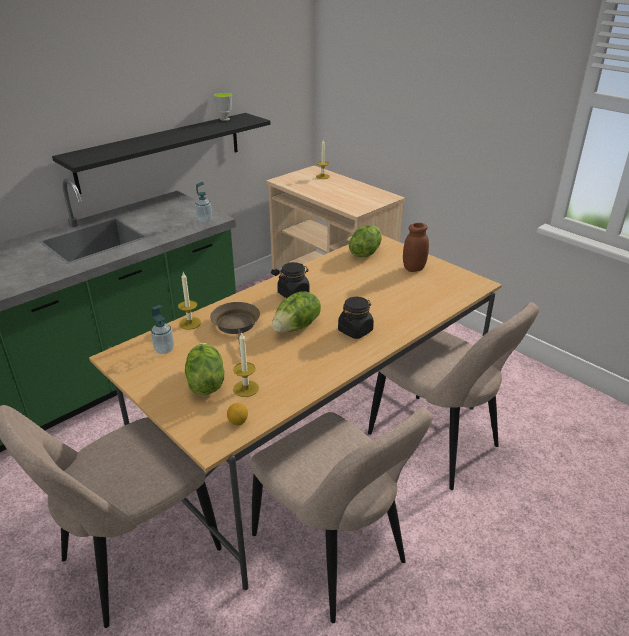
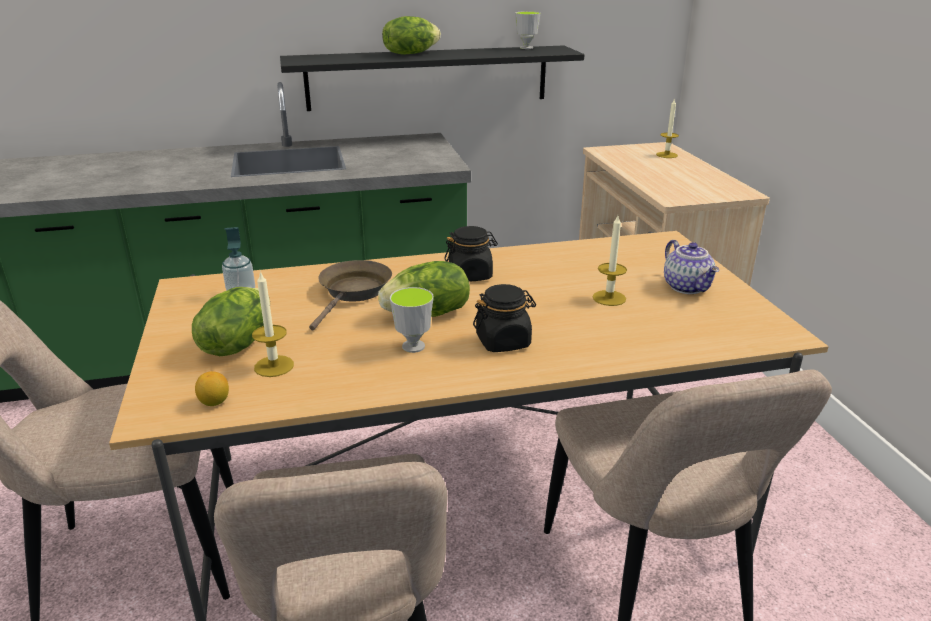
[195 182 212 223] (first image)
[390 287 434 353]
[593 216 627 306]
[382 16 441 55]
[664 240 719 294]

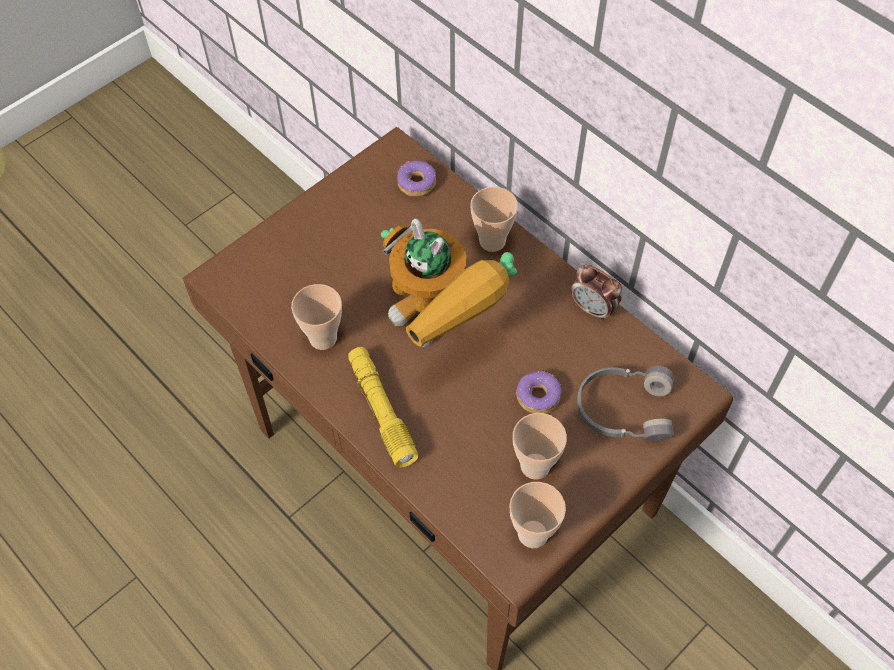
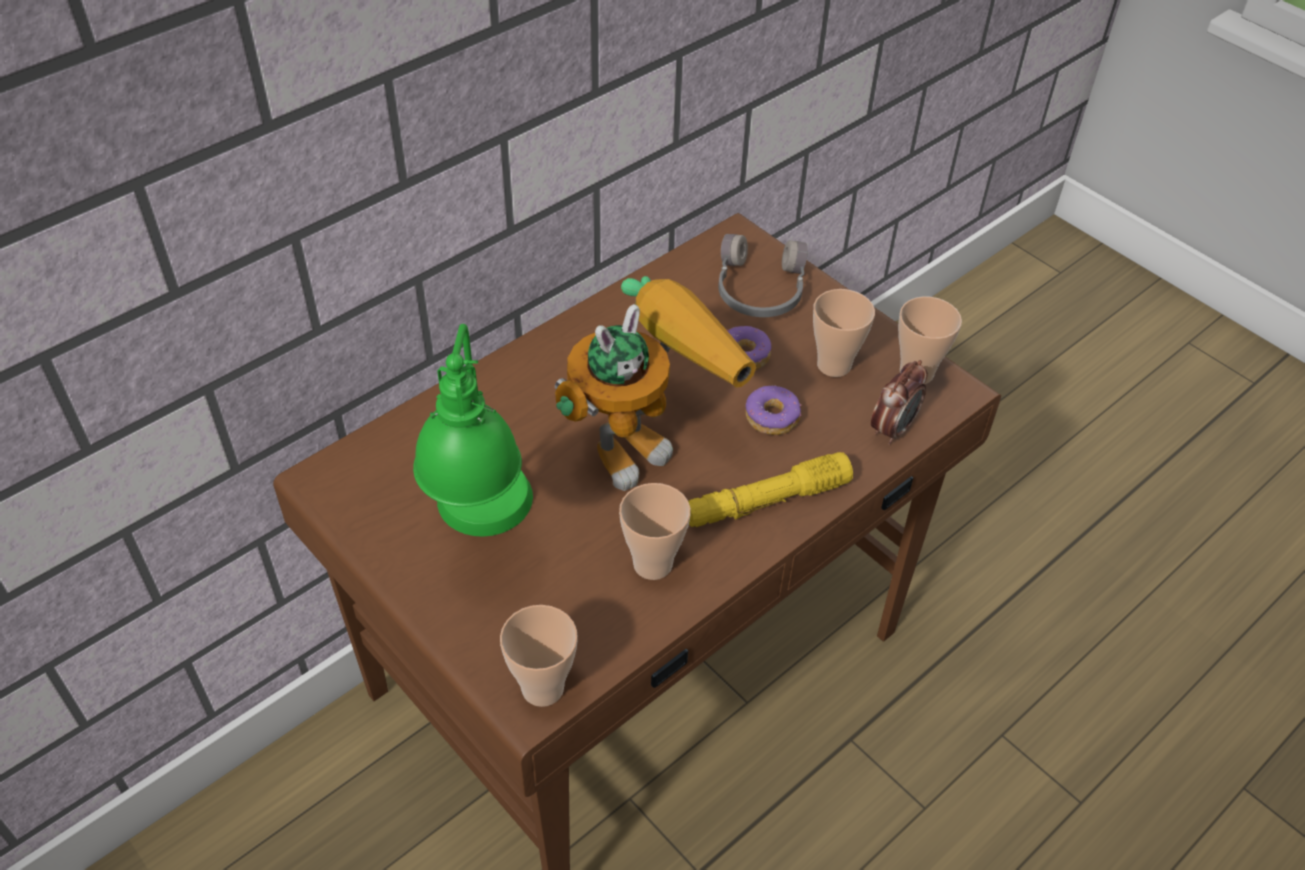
[413 324 533 537]
[745 386 801 435]
[500 605 578 707]
[871 360 927 445]

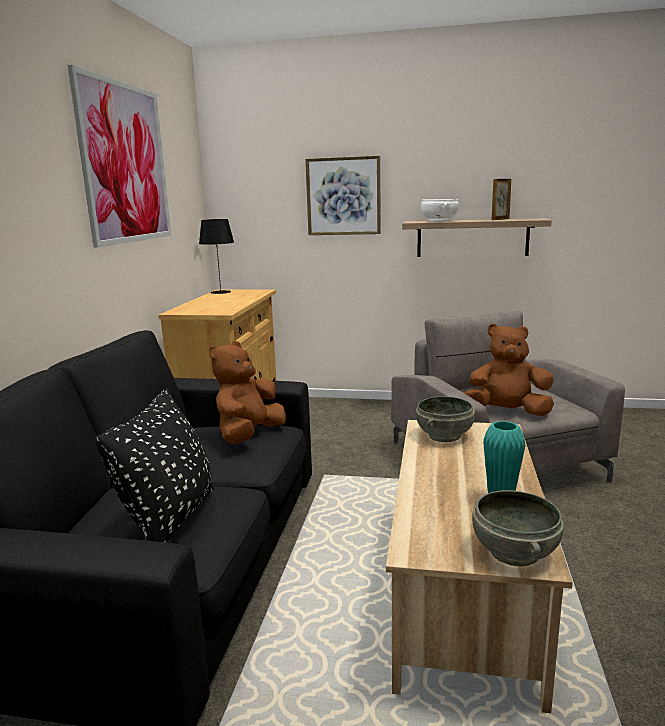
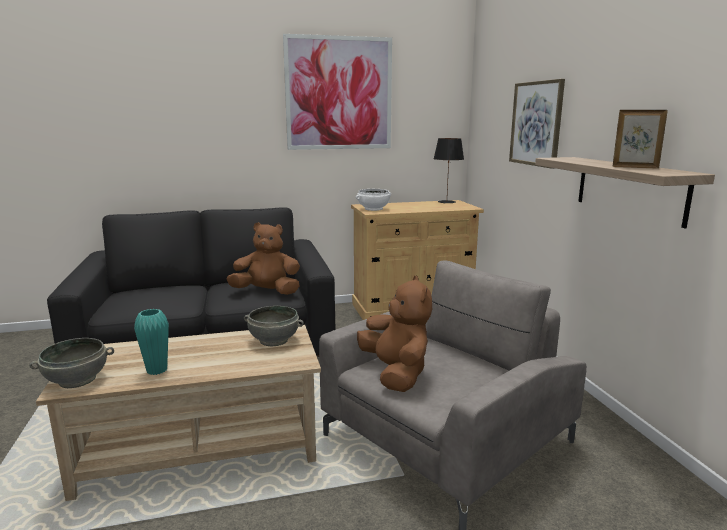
[95 389 214 543] (first image)
[356 189 391 211]

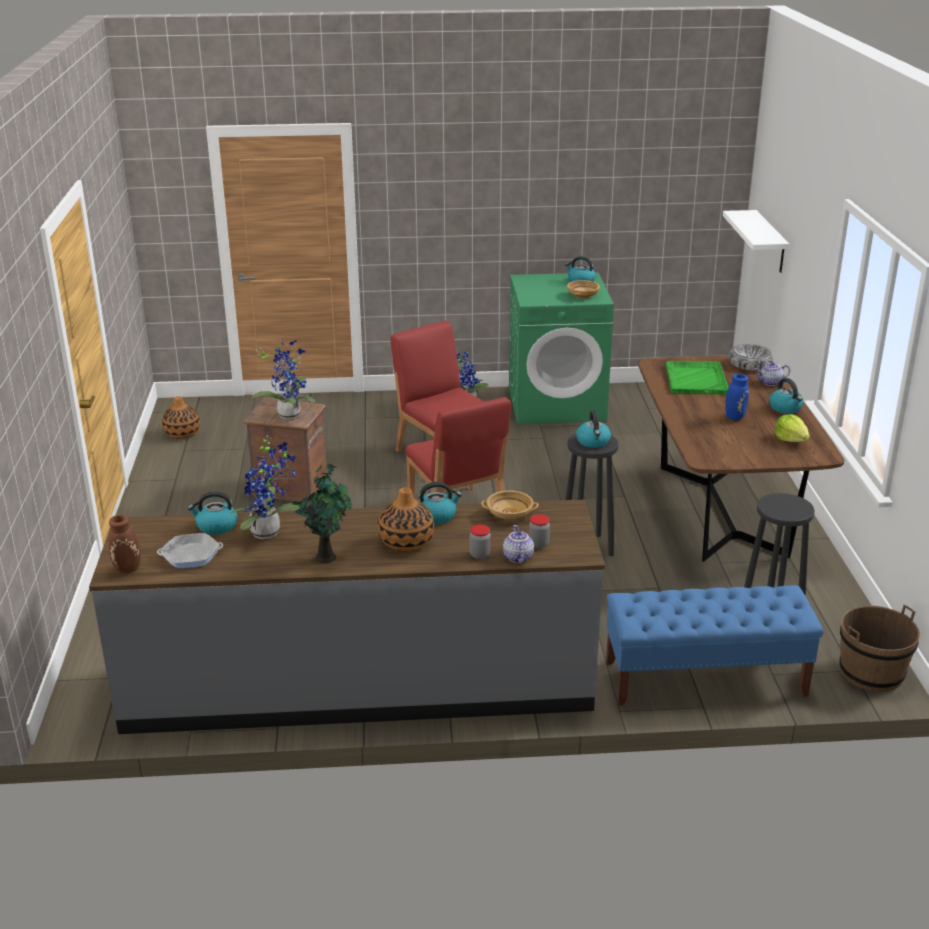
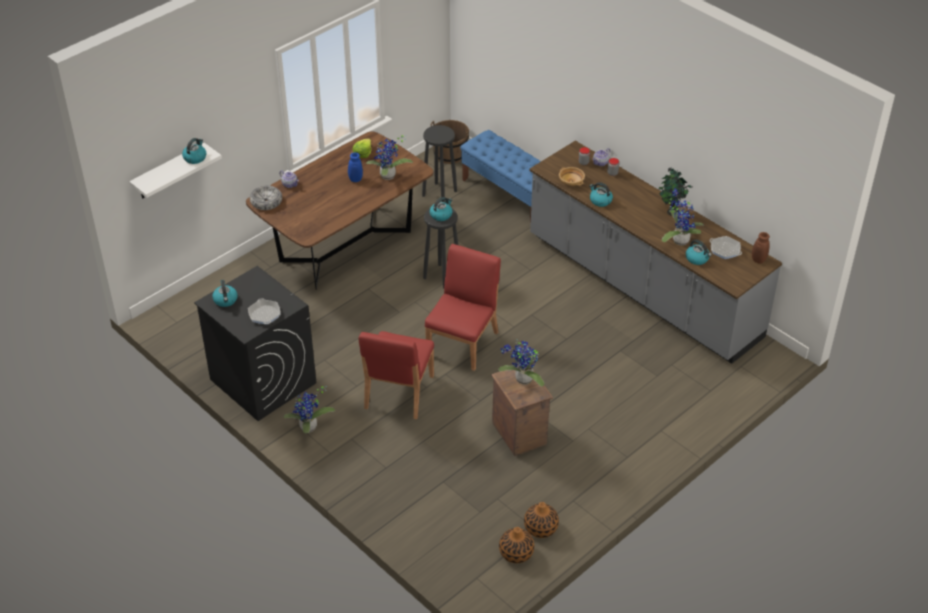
[567 280 600 299] (first image)
[665 361 728 395] (first image)
[248 298 281 324]
[366 135 413 180]
[524 502 559 538]
[182 138 206 164]
[194 266 316 421]

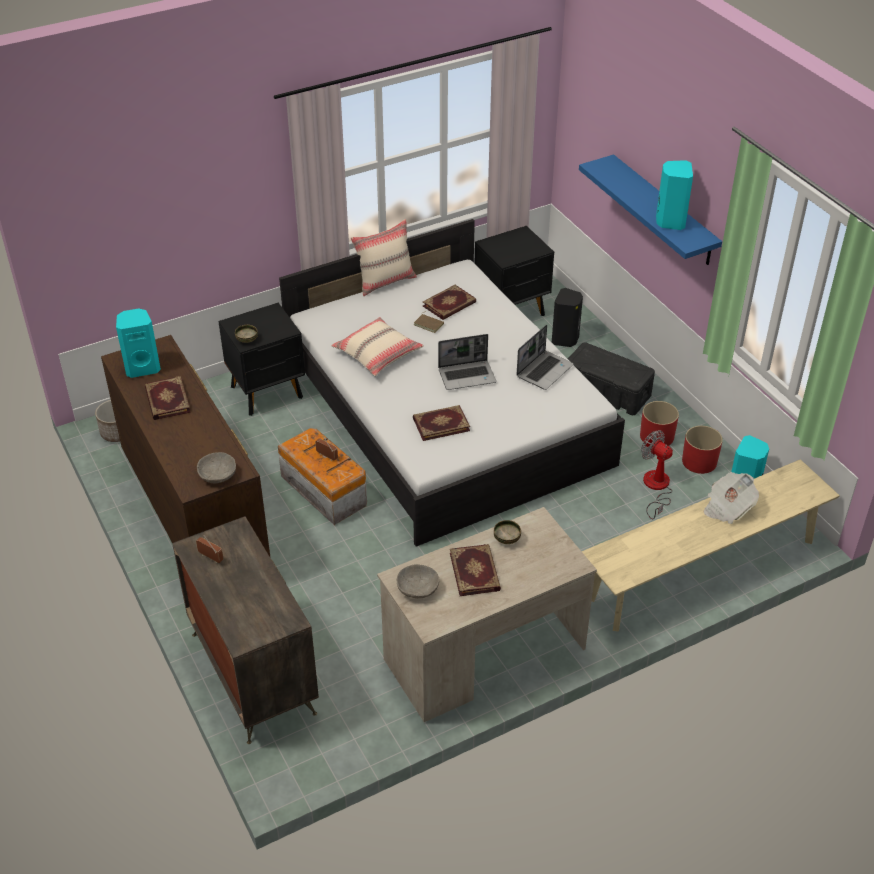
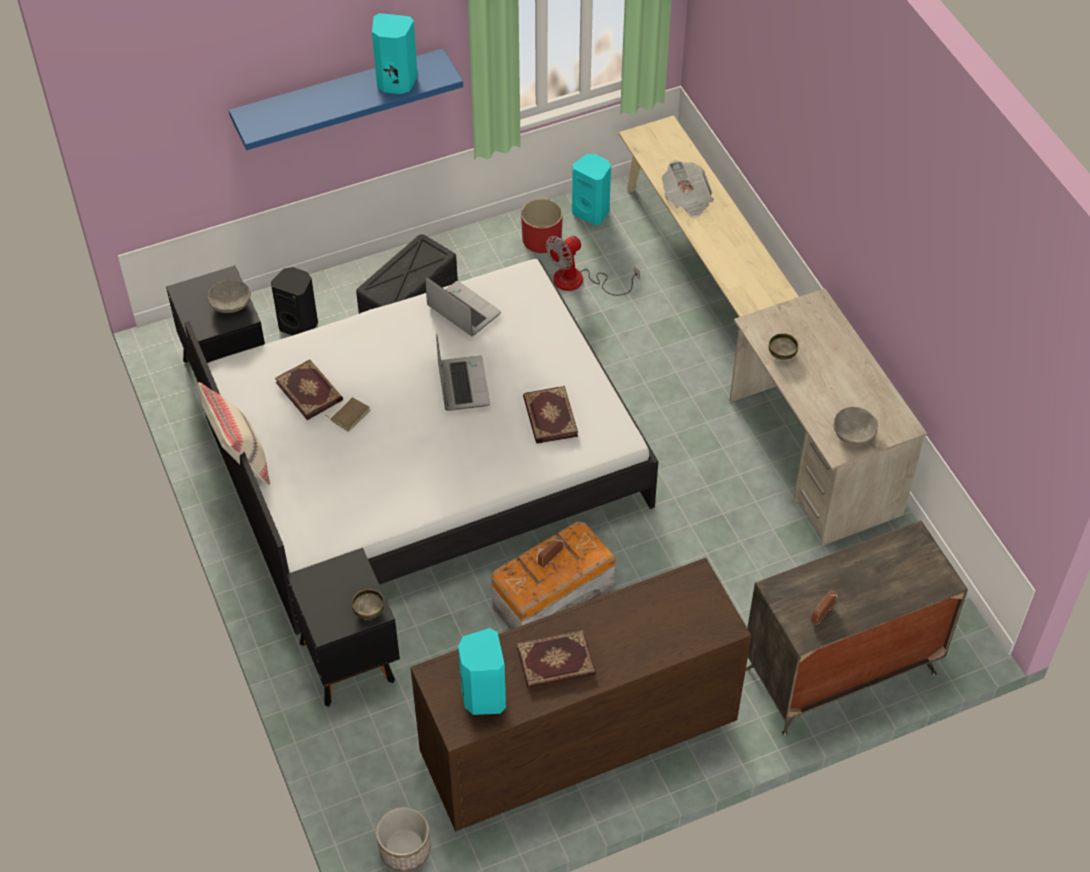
[331 317 424 376] (first image)
[450 544 501 596] (first image)
[640 401 679 446] (first image)
[208 280 251 313]

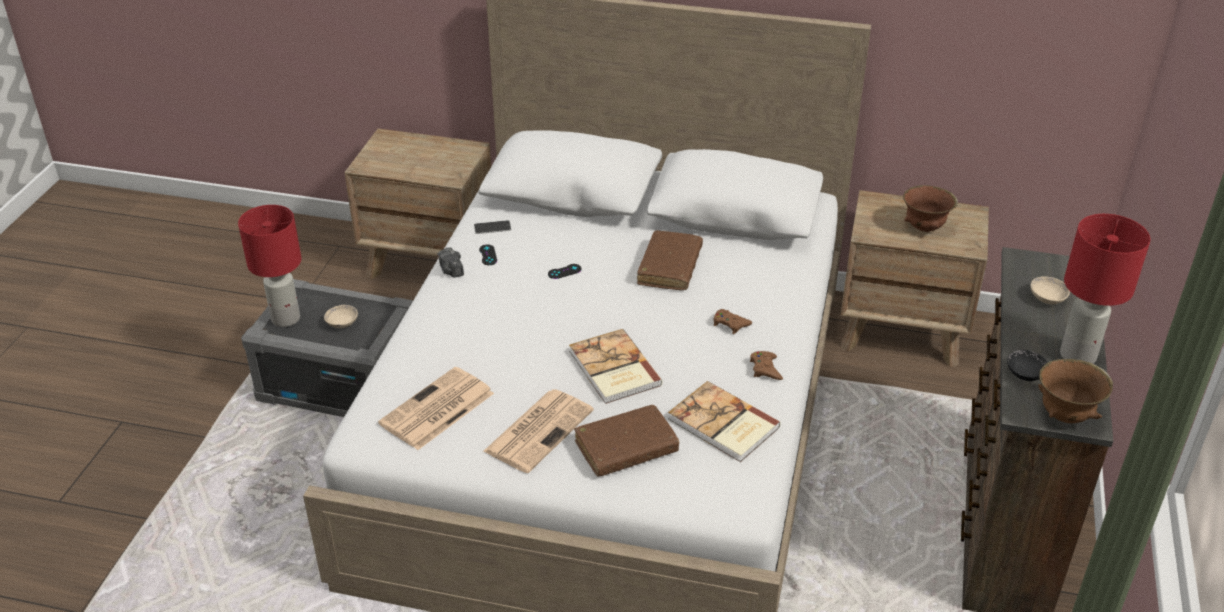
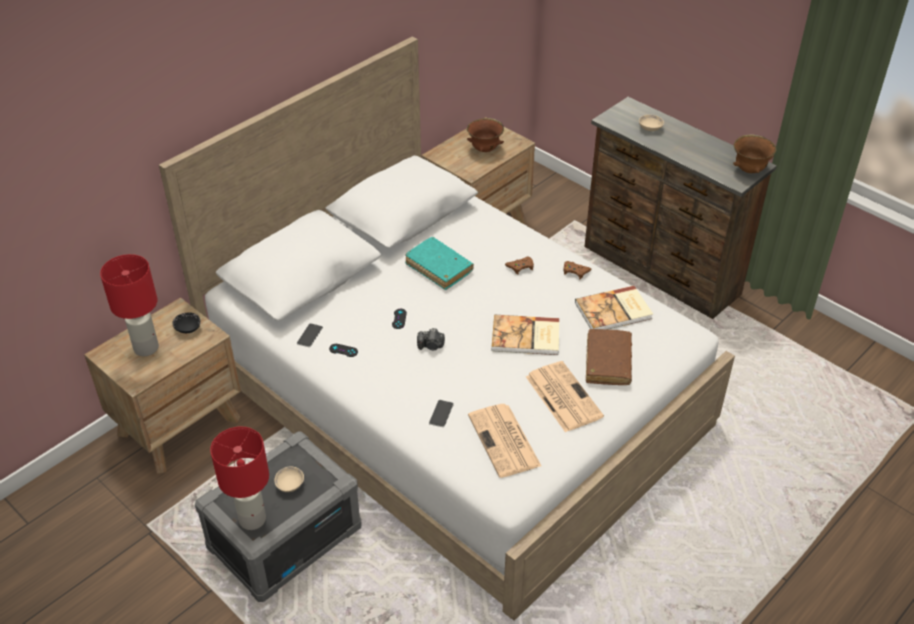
[429 400 454 427]
[417 328 445 350]
[172 312 201 333]
[100 254 159 356]
[405 237 474 290]

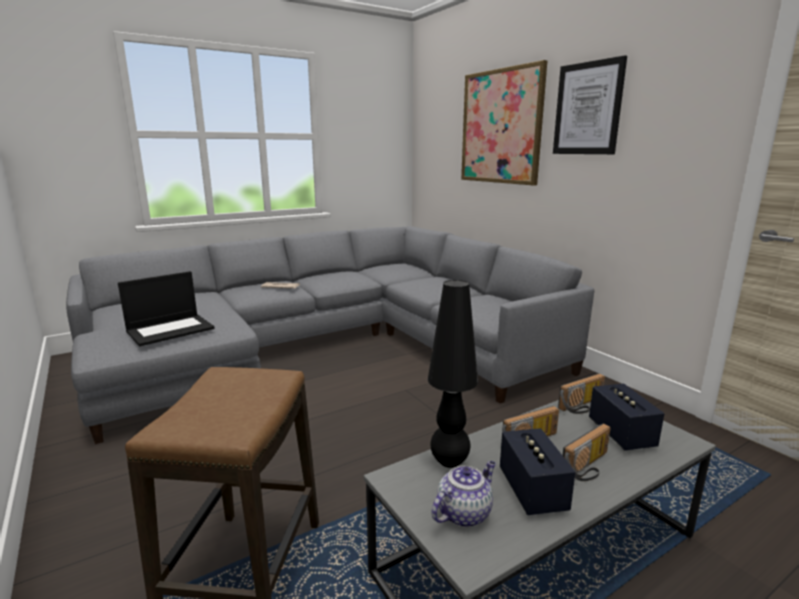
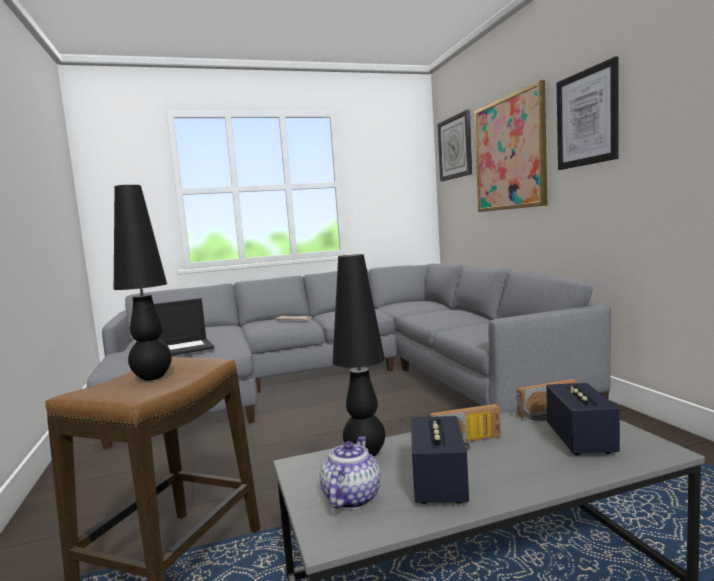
[563 424 611 481] (first image)
[114 185 172 381]
[437 110 472 181]
[320 436 380 509]

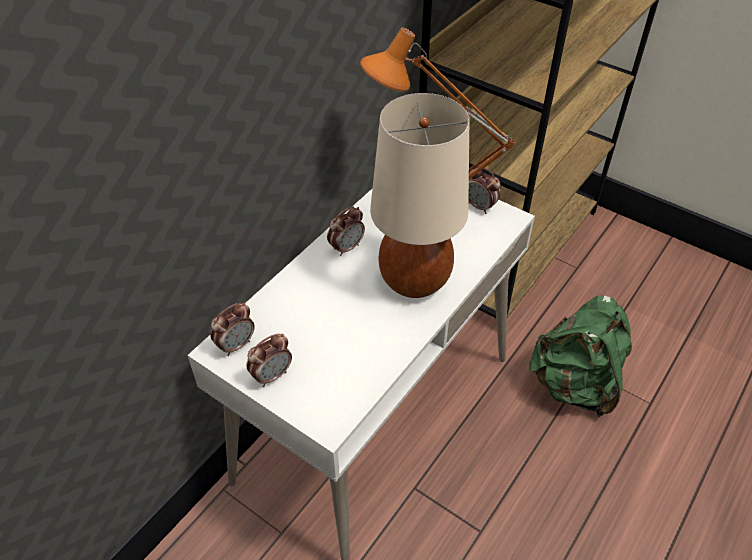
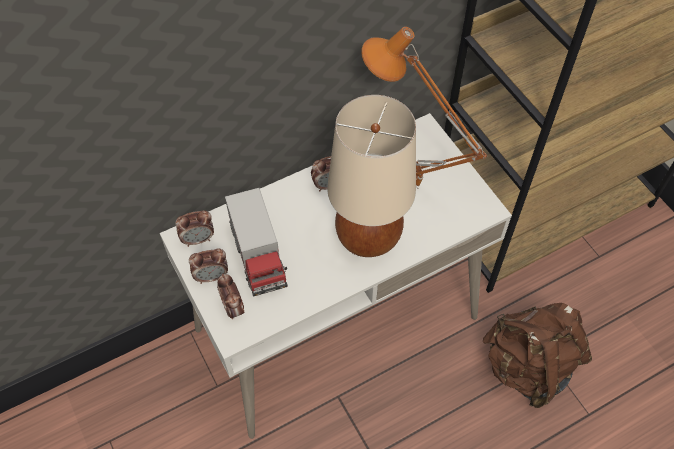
[225 188 288 297]
[217 274 244 319]
[483 303 592 408]

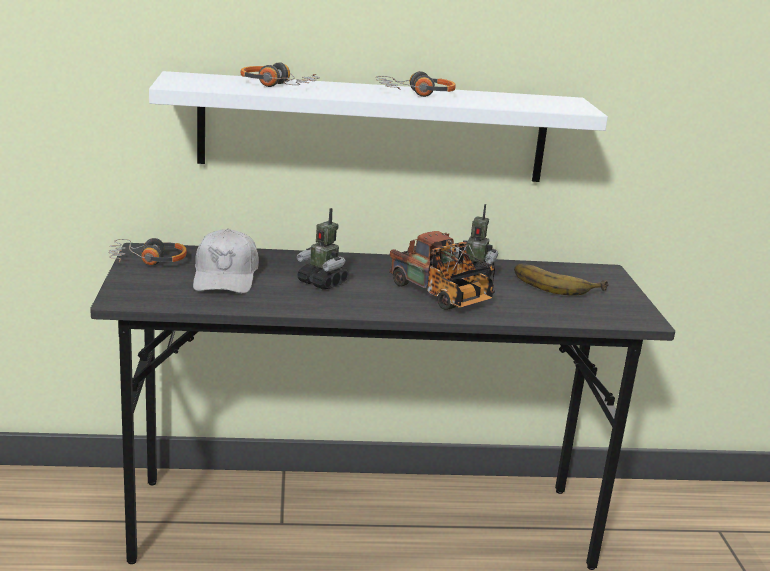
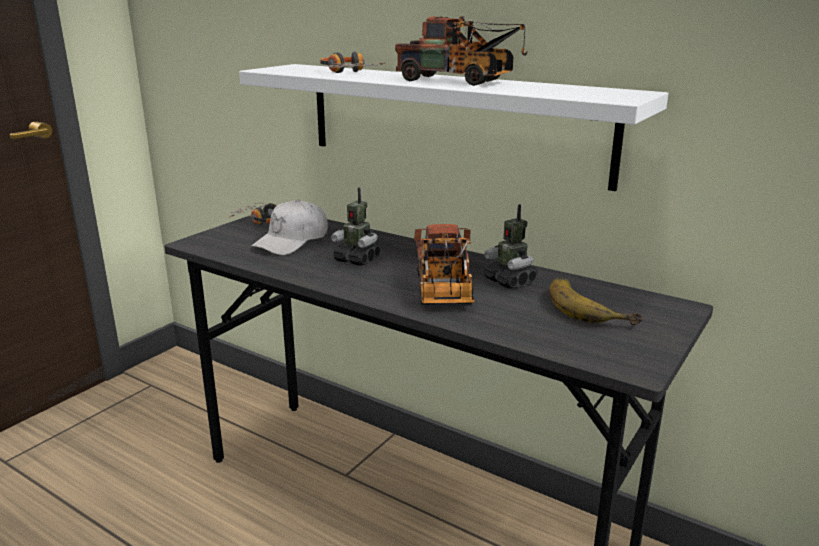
[395 16 527 86]
[331 187 381 266]

